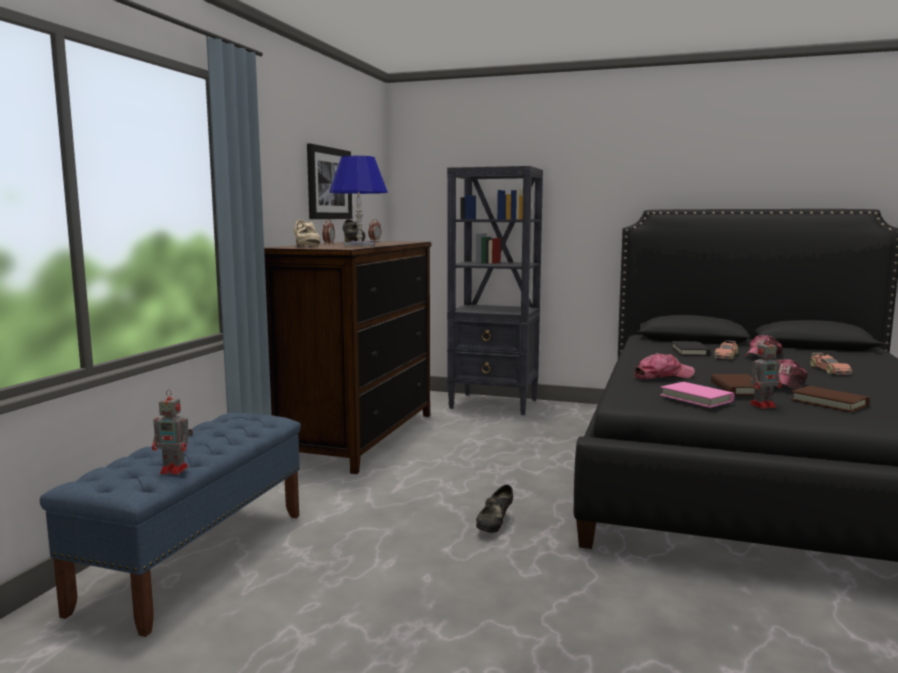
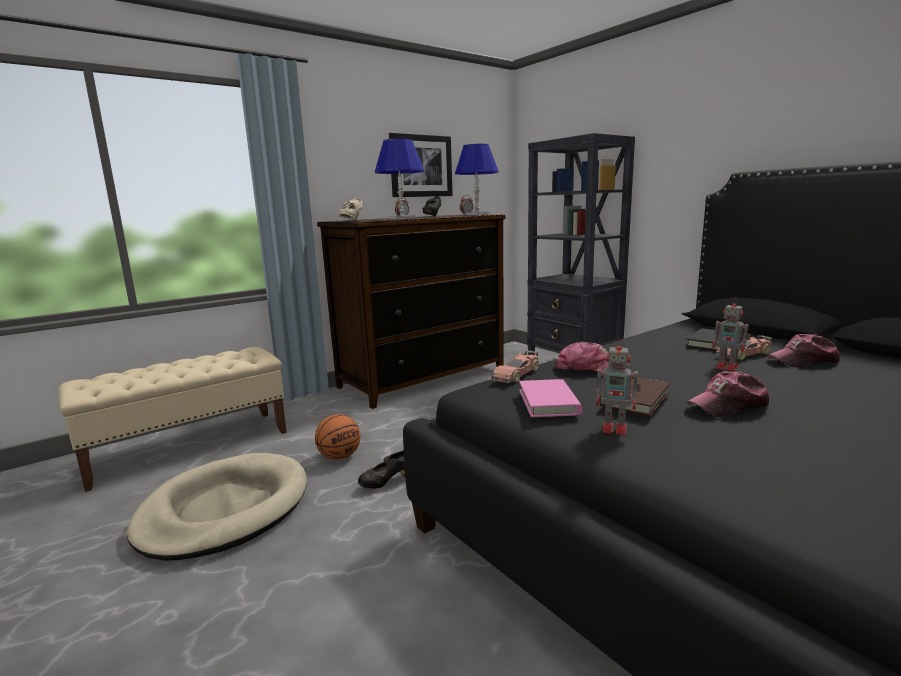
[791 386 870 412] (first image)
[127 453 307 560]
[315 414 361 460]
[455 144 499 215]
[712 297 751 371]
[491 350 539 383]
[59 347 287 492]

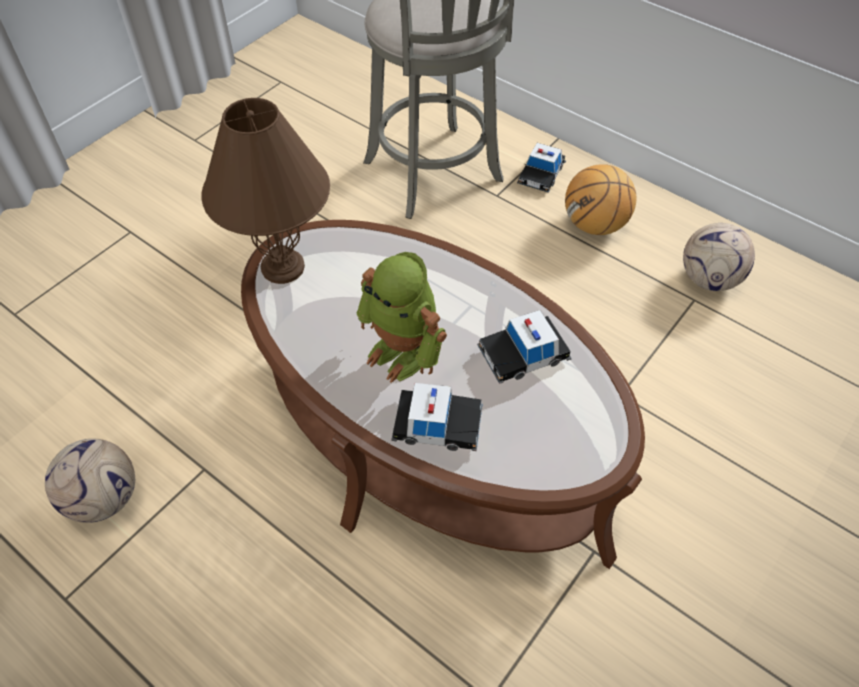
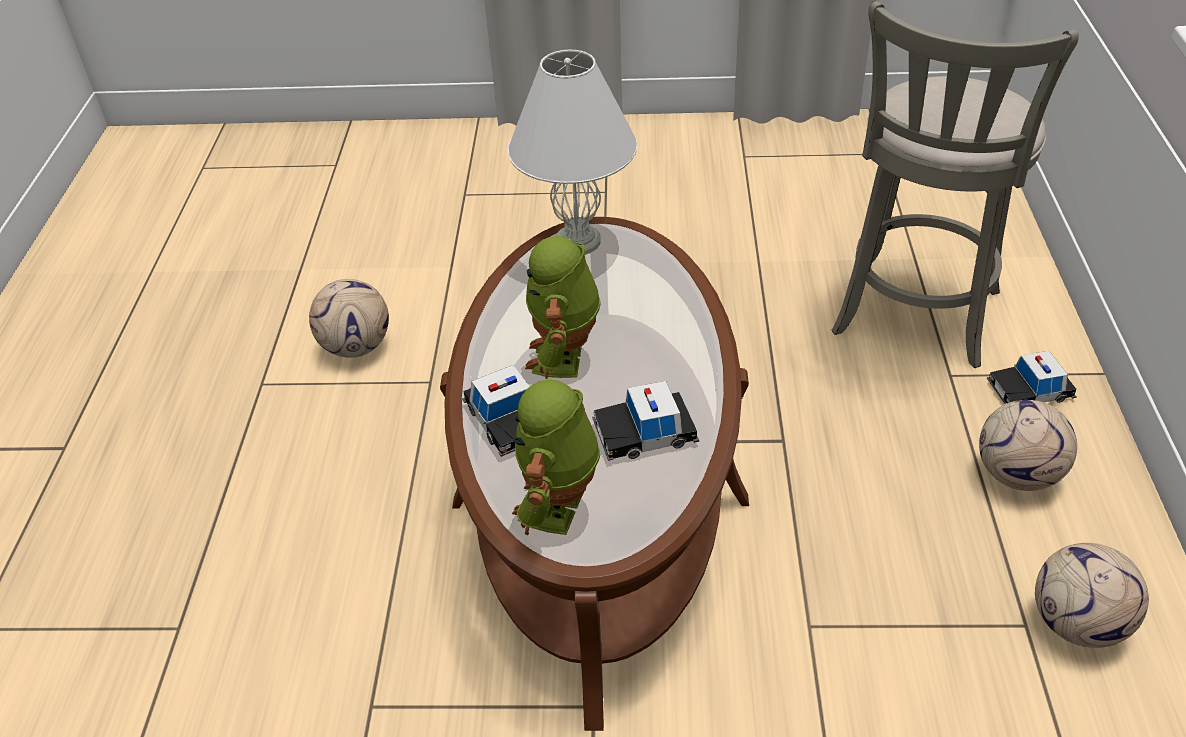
[512 380 600 535]
[979 400 1077 491]
[507 50 637 255]
[592 381 699 461]

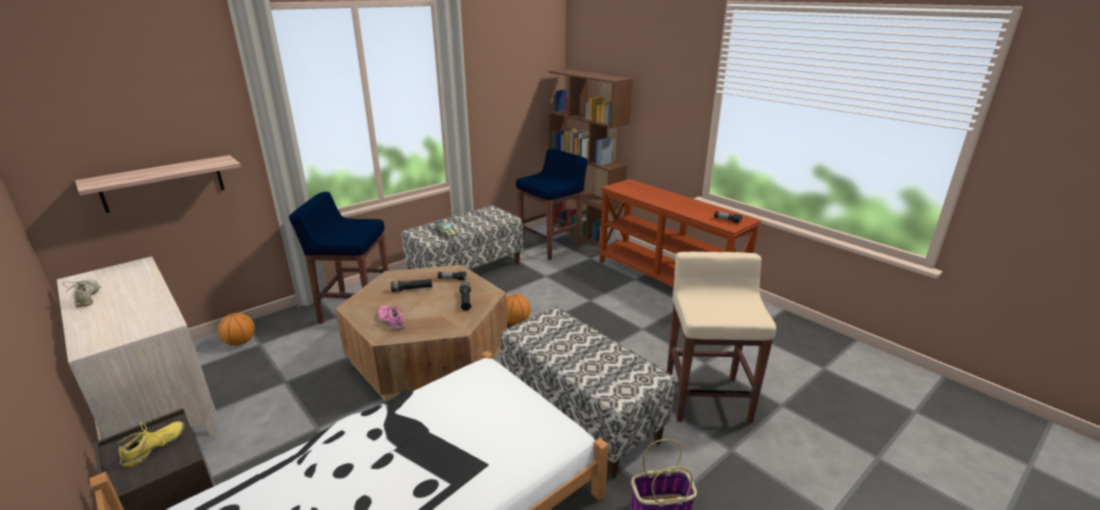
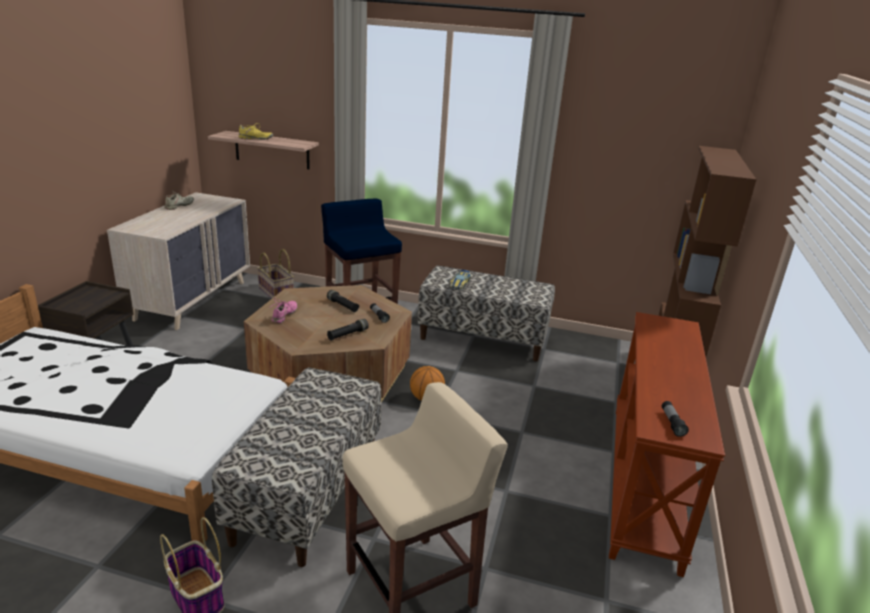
[516 149 588 260] (first image)
[239 123 273 140]
[257 249 294 299]

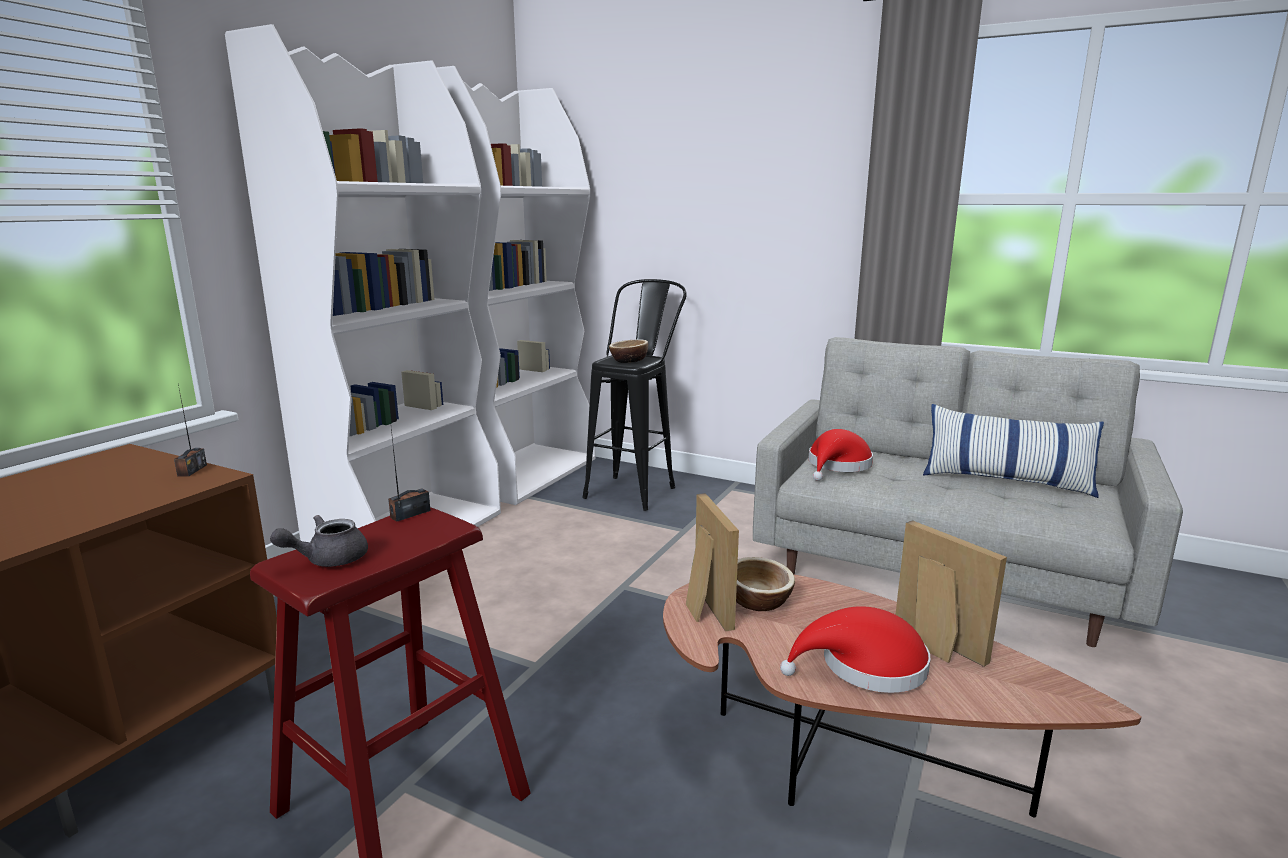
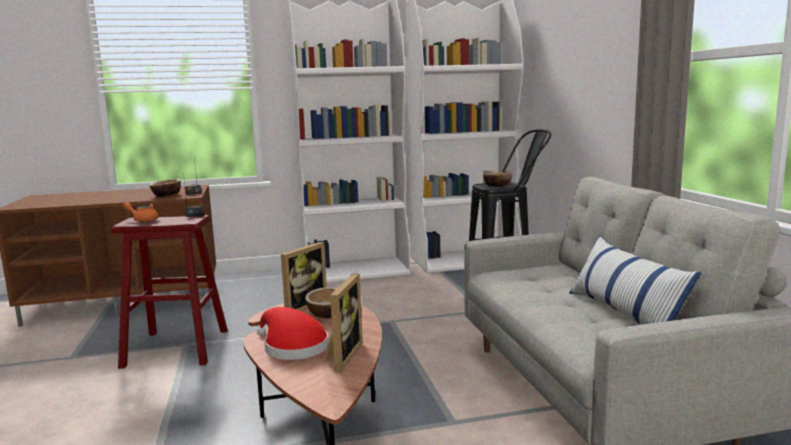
[809 429 873 481] (first image)
[149 179 181 197]
[123 202 158 222]

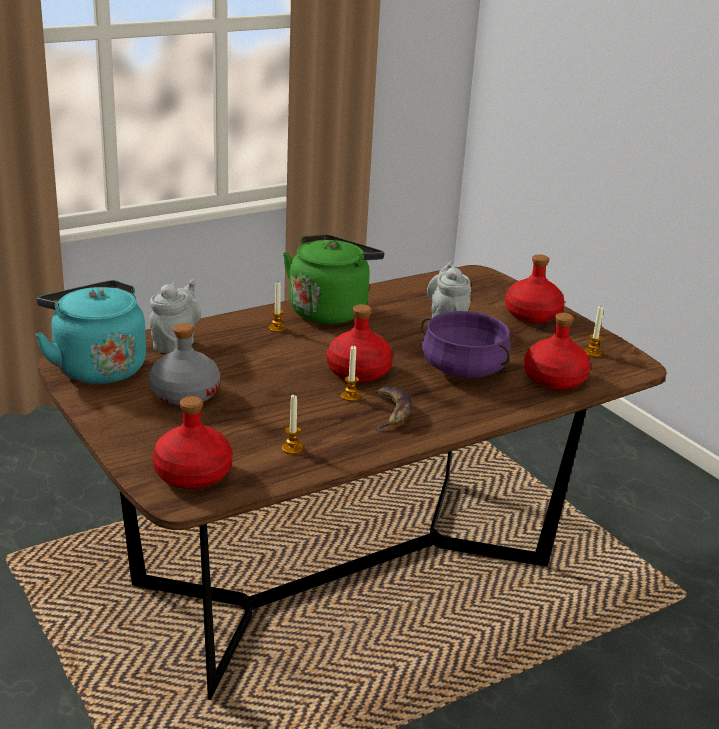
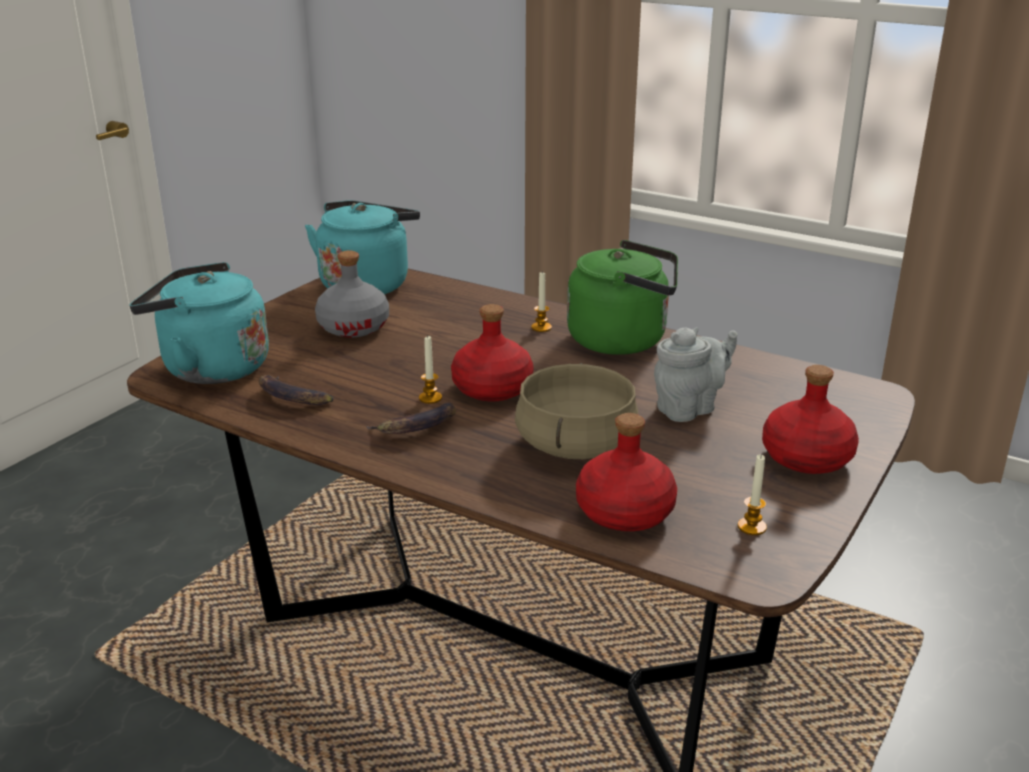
[149 280 201 354] (first image)
[129 262 269 384]
[259 375 334 405]
[515 363 639 459]

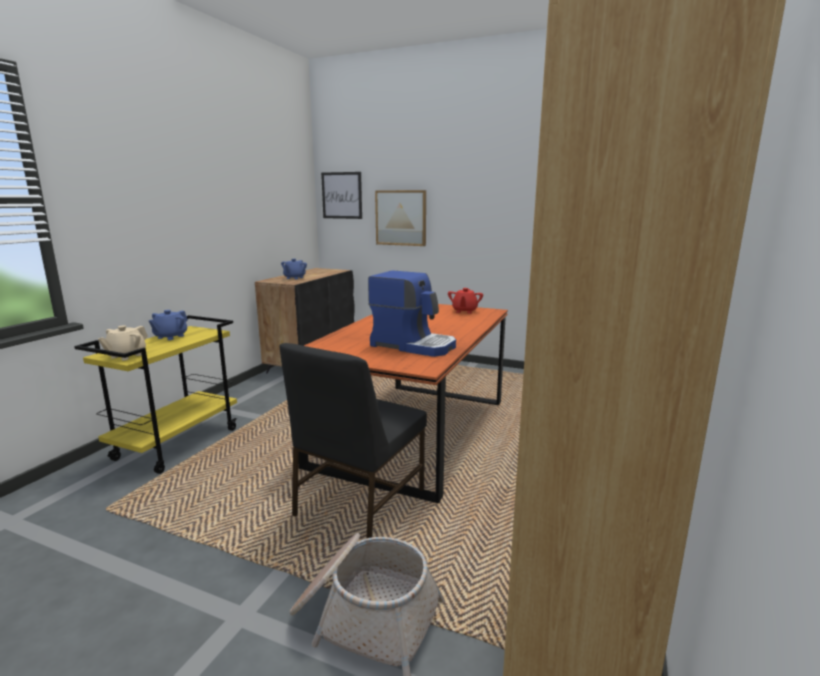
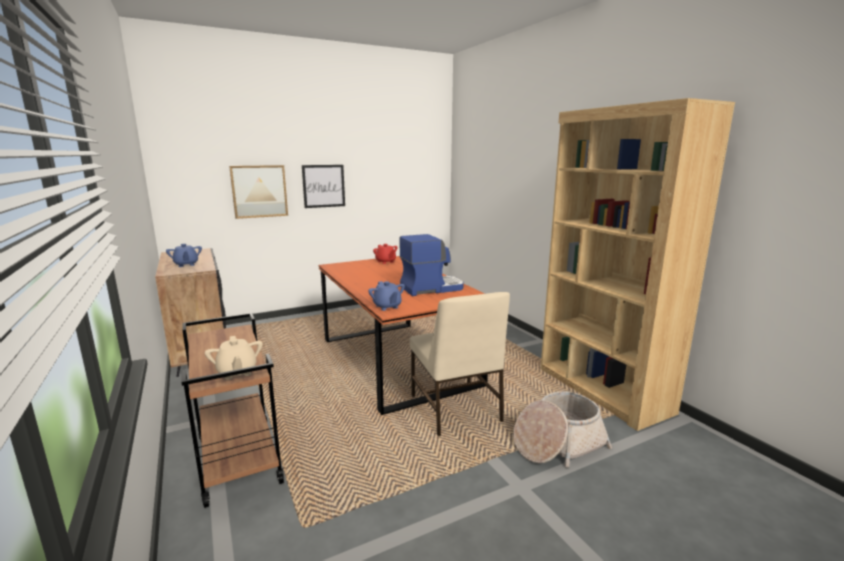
[368 281 405 311]
[302 165 345 208]
[181 313 284 508]
[410 292 510 436]

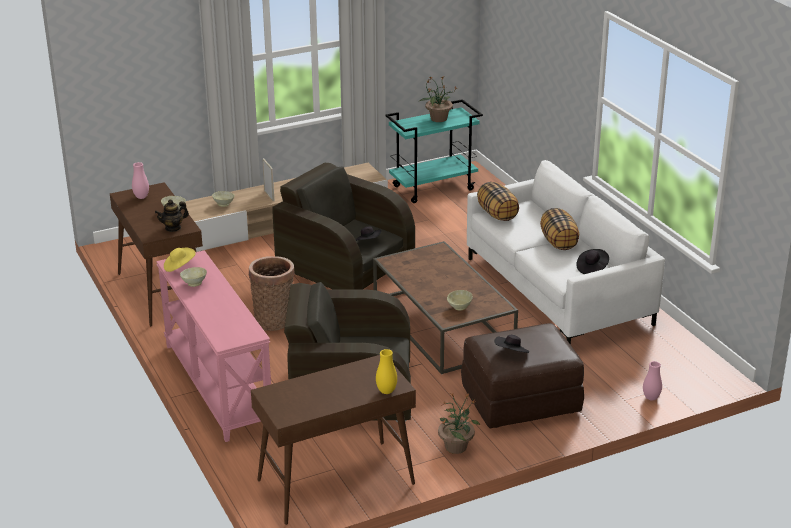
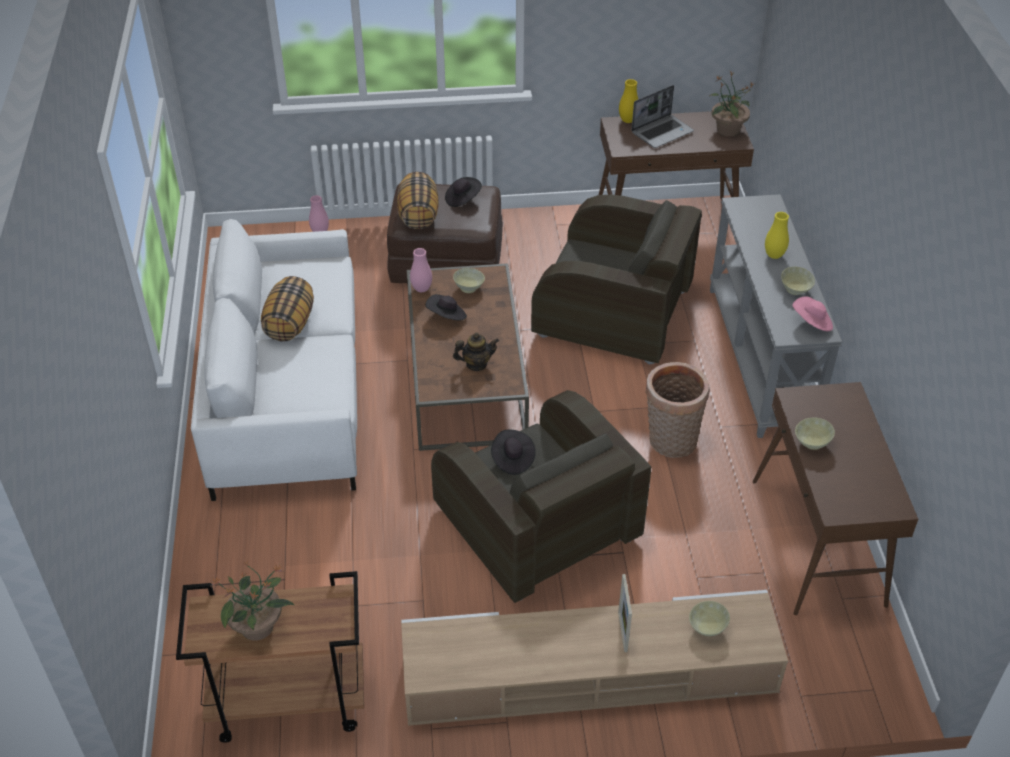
[631 85 694 148]
[765 212 789 259]
[410 248 432 292]
[453 333 499 371]
[711 71 753 136]
[397 172 439 229]
[425 294 467 320]
[710 194 843 438]
[793 296 833 331]
[176 571 364 743]

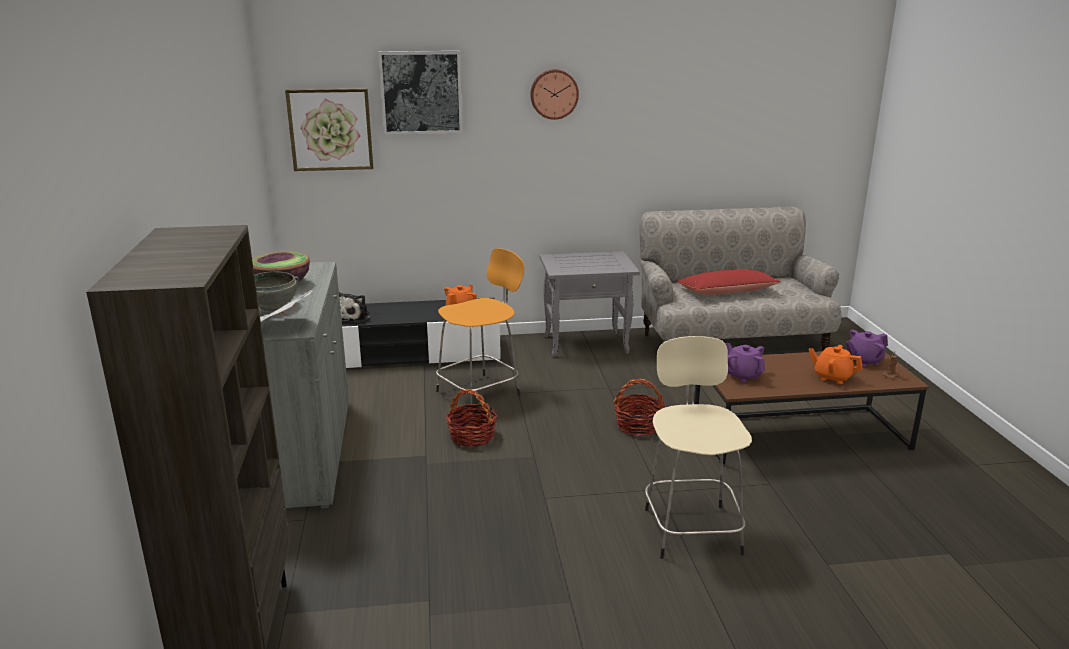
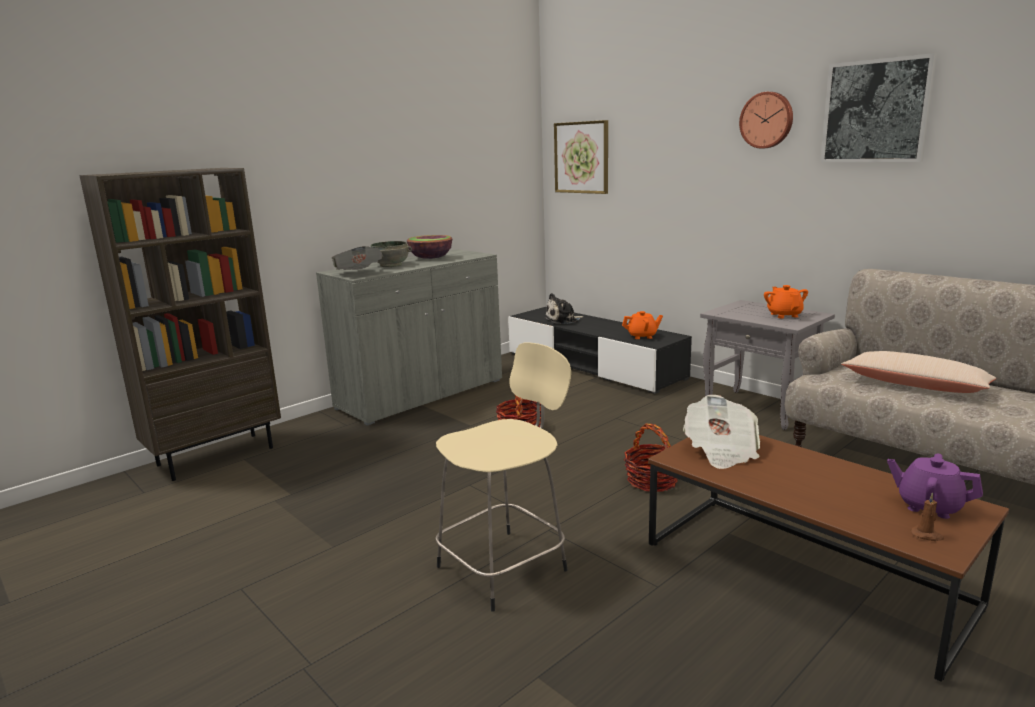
[436 248 524 404] (first image)
[820 53 937 162]
[764 285 808 318]
[683 395 760 469]
[841 351 996 393]

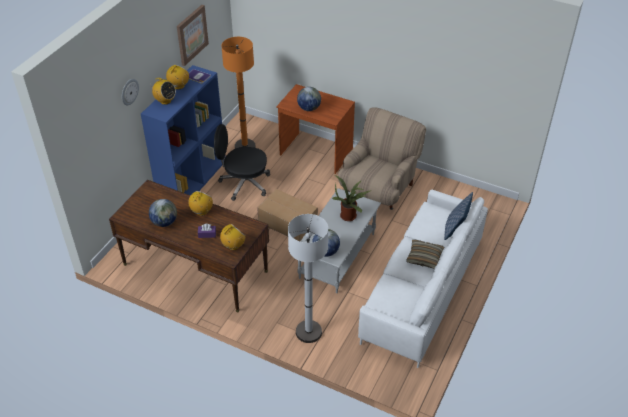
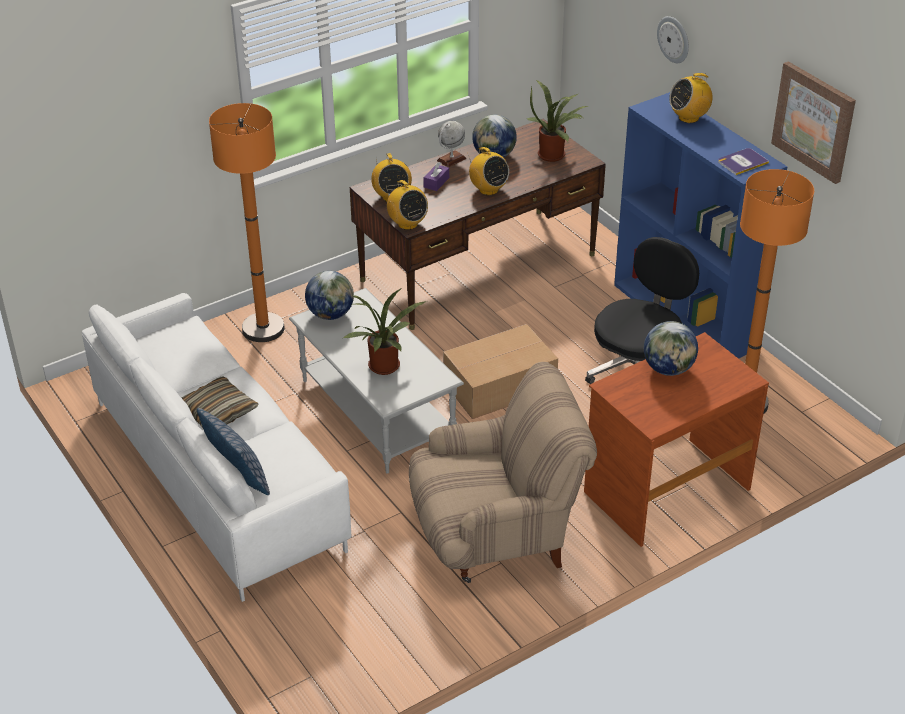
[437 121 466 167]
[527 80 588 162]
[385 180 428 230]
[209 103 285 342]
[409 362 597 583]

